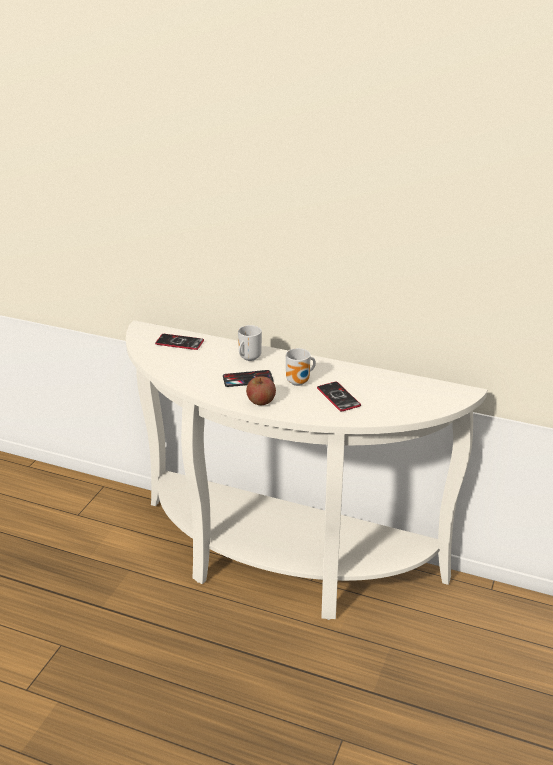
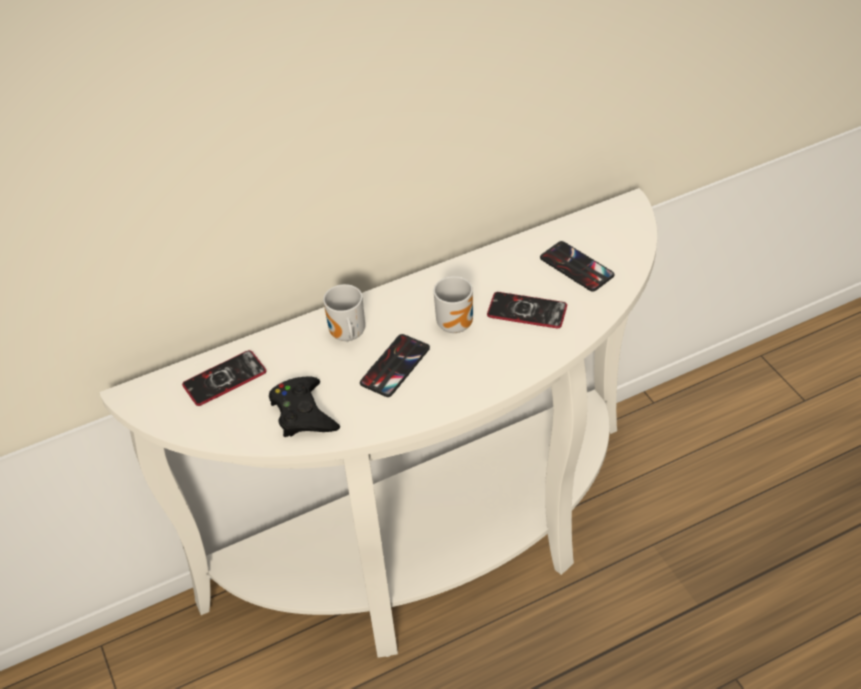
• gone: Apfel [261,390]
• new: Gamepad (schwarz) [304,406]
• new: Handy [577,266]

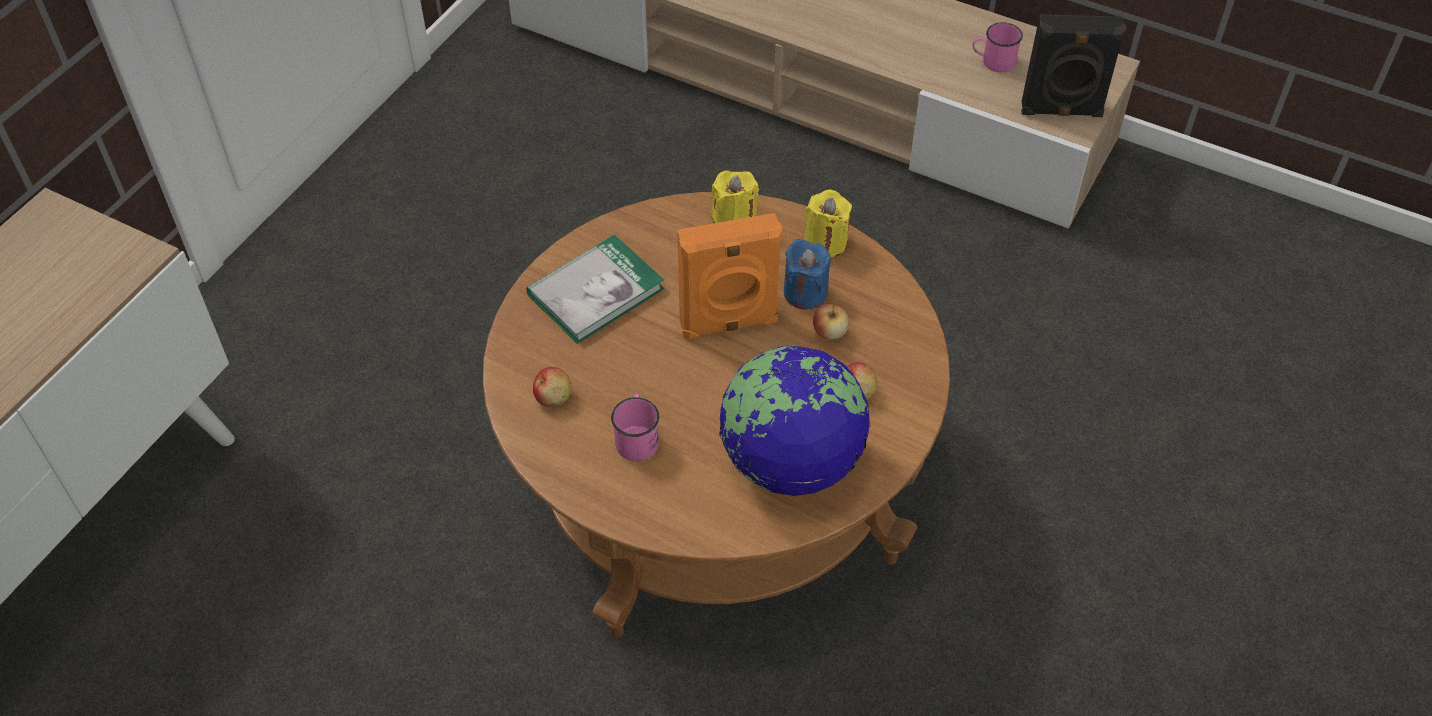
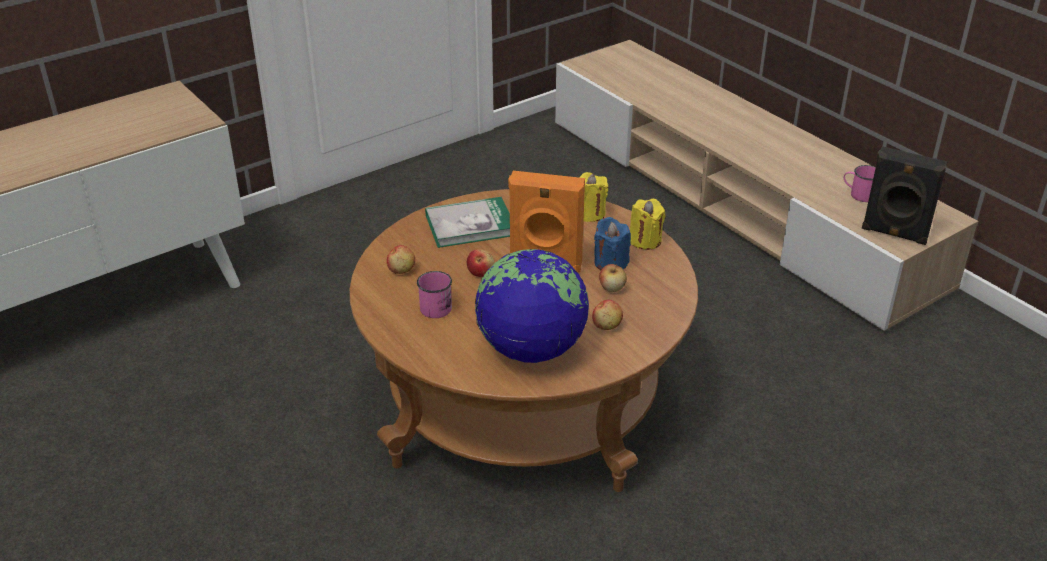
• new: Apfel [481,263]

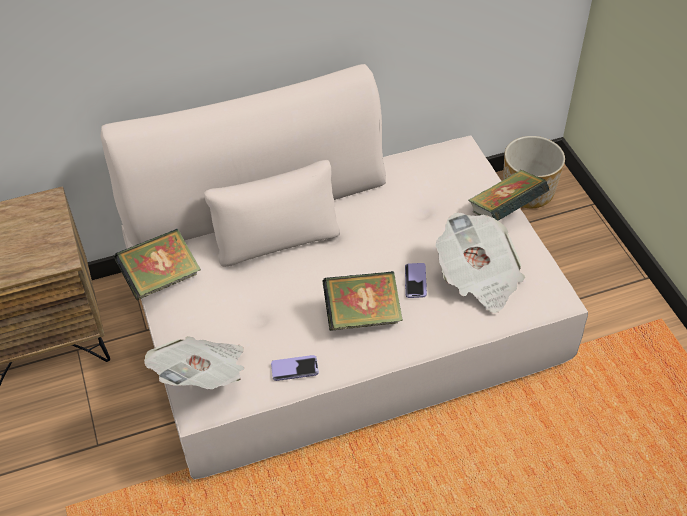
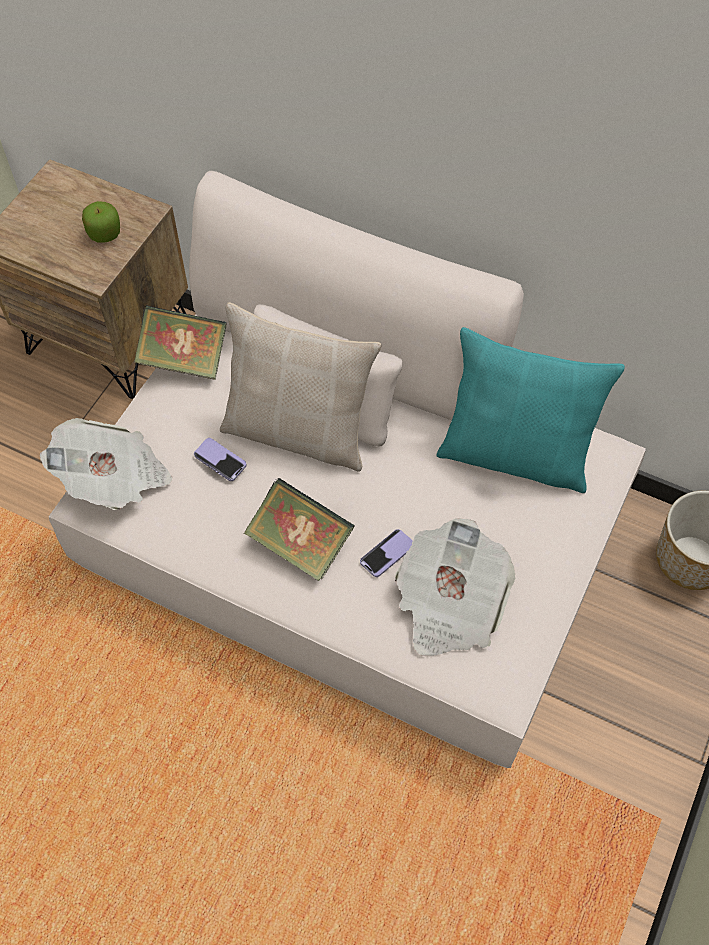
• gone: Buch [508,195]
• new: Apfel [101,222]
• new: Kissen (beige) [300,387]
• new: Kissen (türkis) [530,410]
• shifted: Handy [295,368] to [220,459]

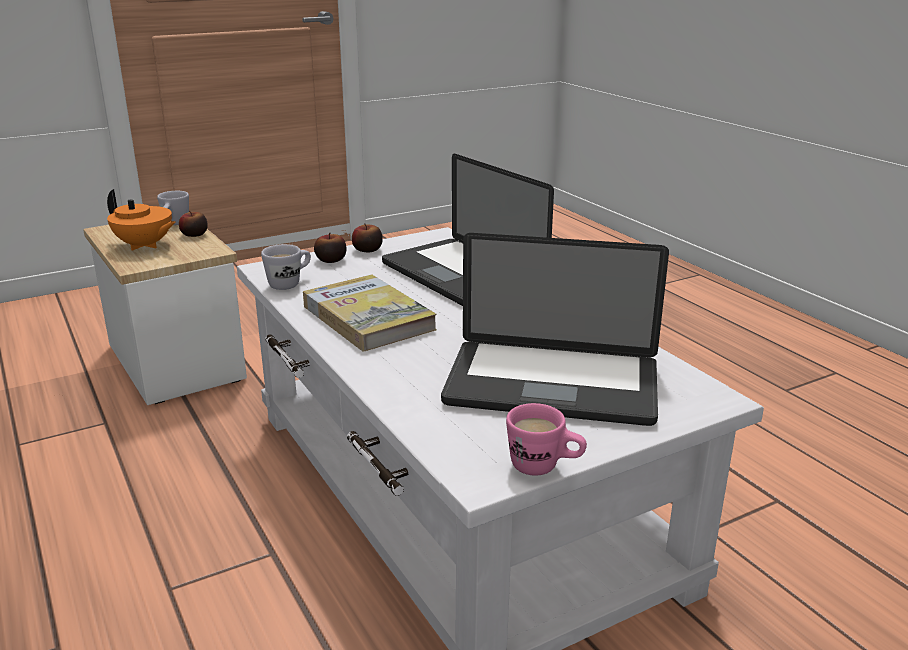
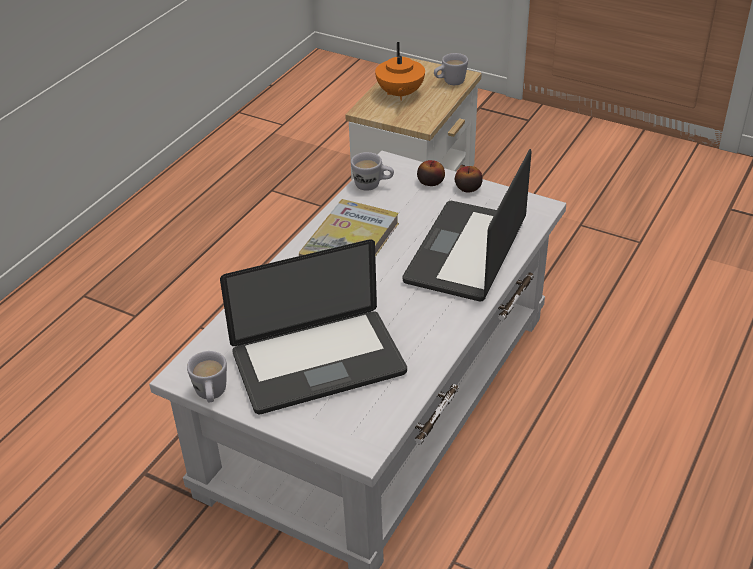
• gone: Apfel [193,224]
• repainted: Henkelbecher (rosa) [546,439] to Henkelbecher (weiß) [207,376]
• rotated: Laptop [555,329] = [313,326] 90 degrees counterclockwise

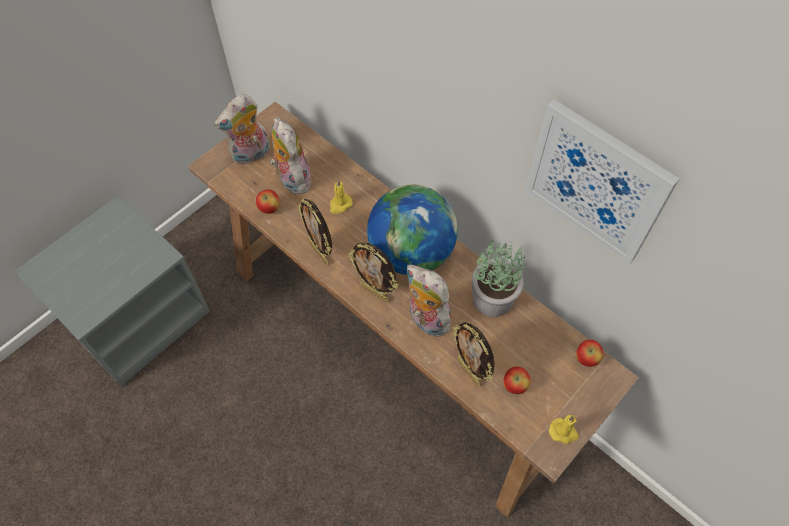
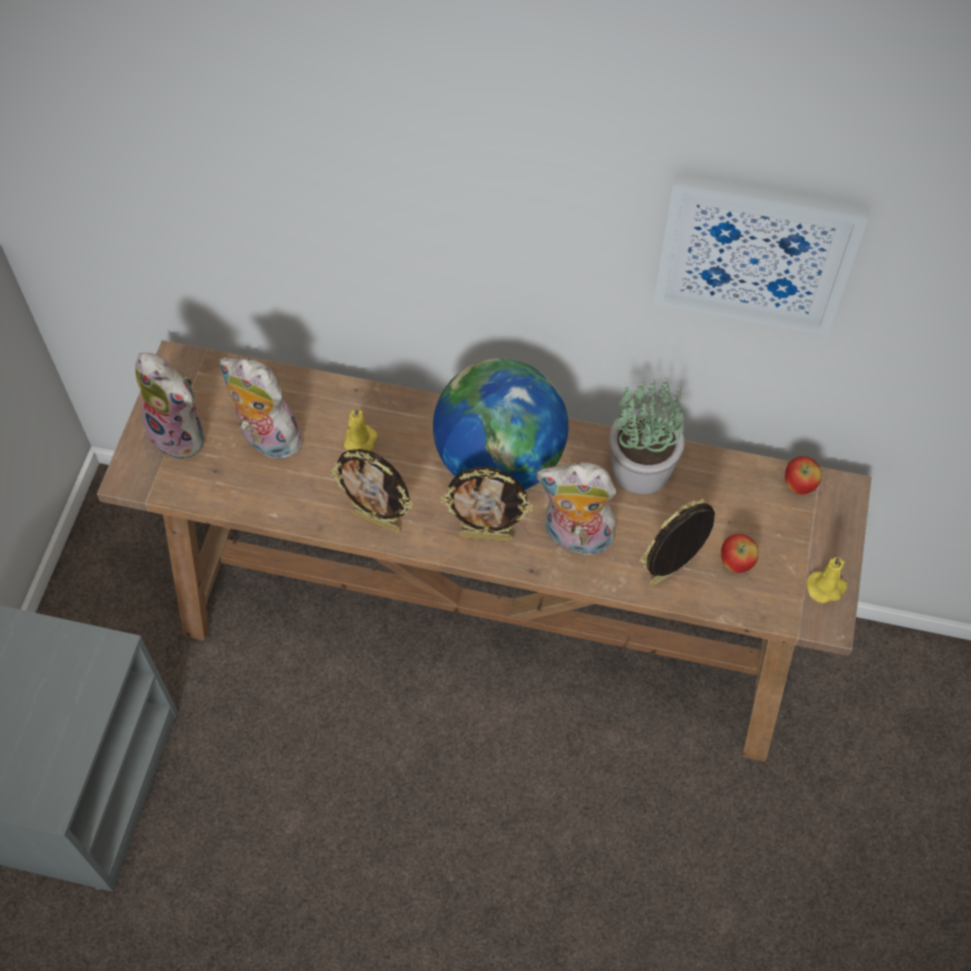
• gone: Apfel [267,201]
• rotated: Plüschtier [242,130] = [169,407] 75 degrees counterclockwise
• rotated: Bilderrahmen [473,354] = [678,542] 120 degrees clockwise

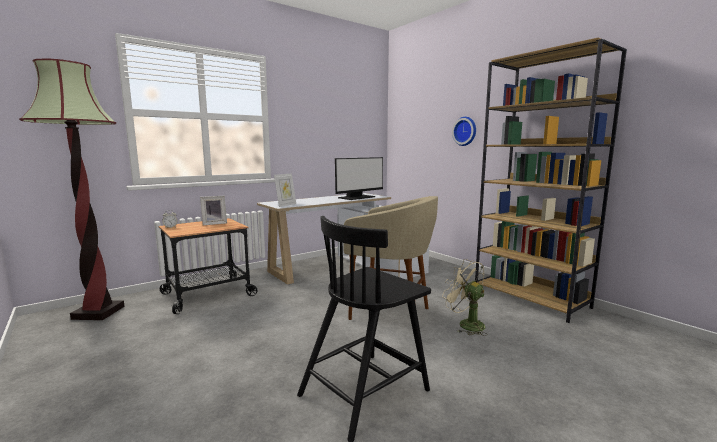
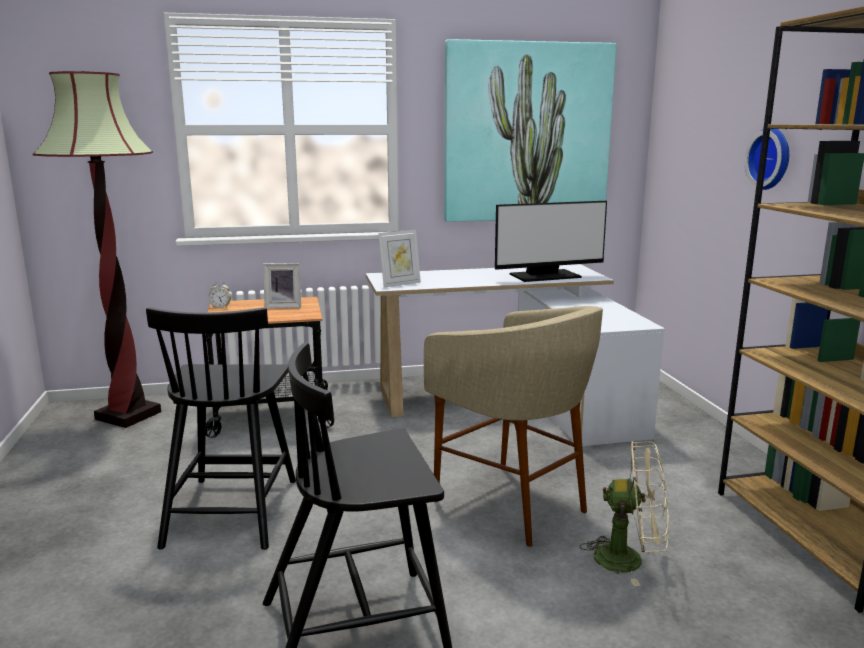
• new: Stuhl (schwarz) [221,428]
• new: Bild [530,130]
• rotated: Ventilator (beige) [465,297] = [624,513] 120 degrees clockwise

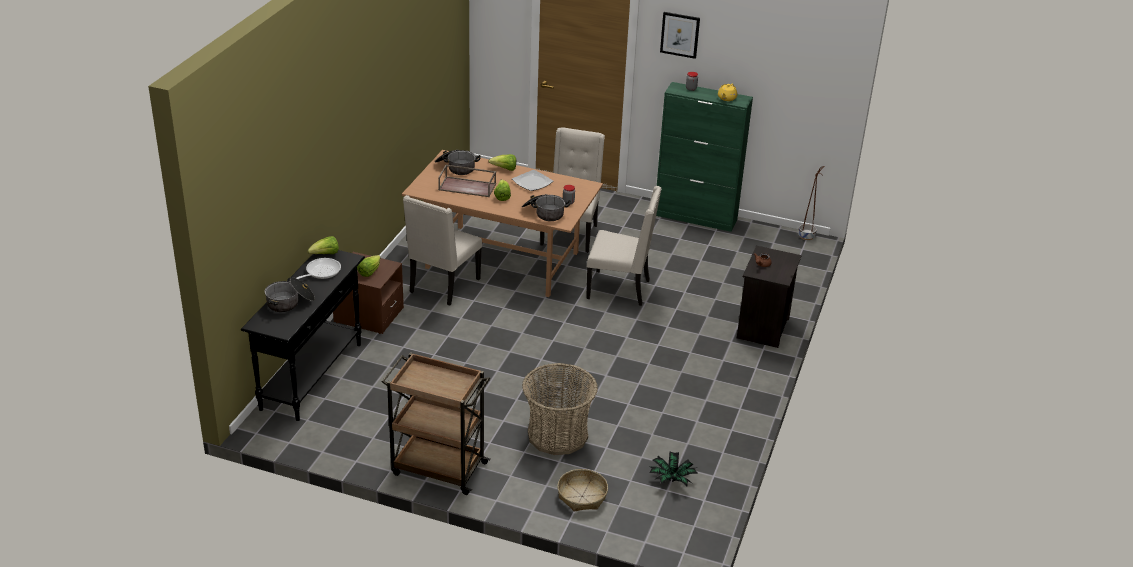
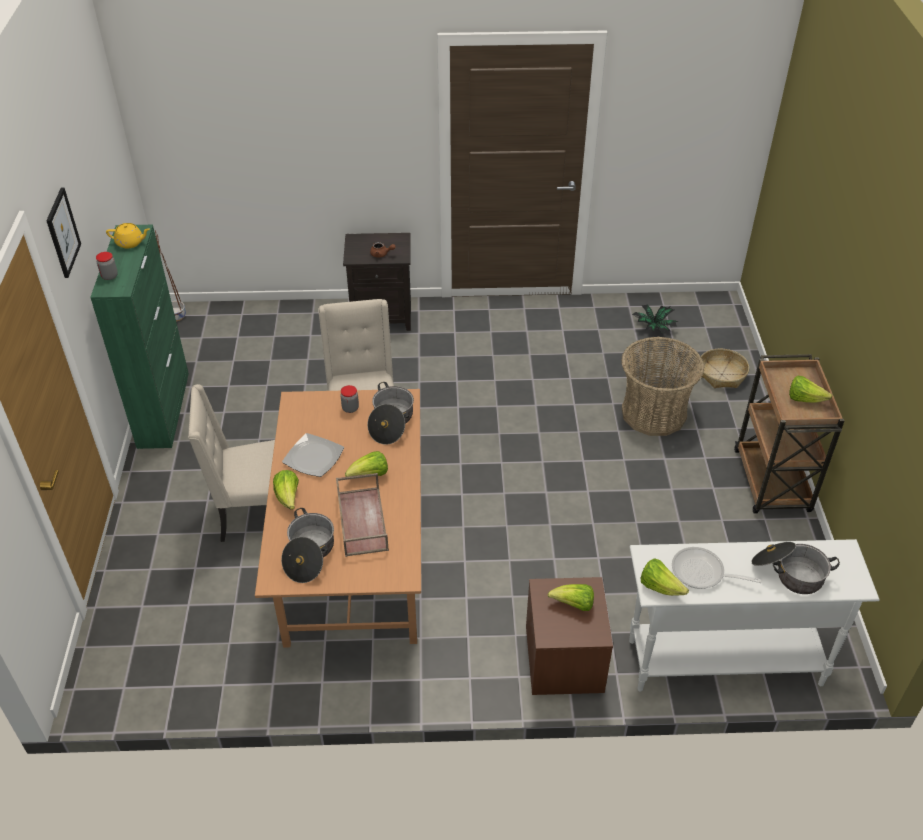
• gone: Stuhl (beige) [442,250]
• new: Salatkopf [811,389]
• repainted: Konsolentisch (schwarz) [303,335] to Konsolentisch (weiß) [754,615]

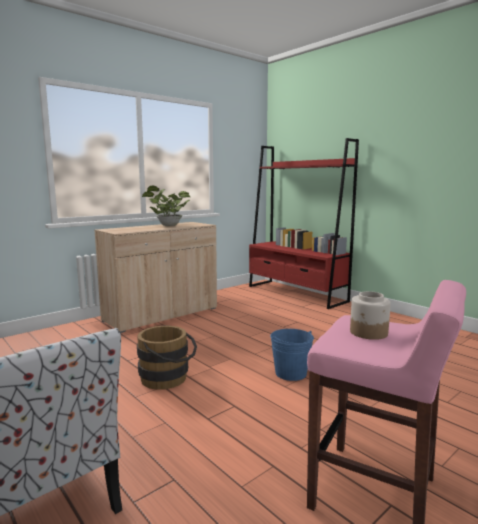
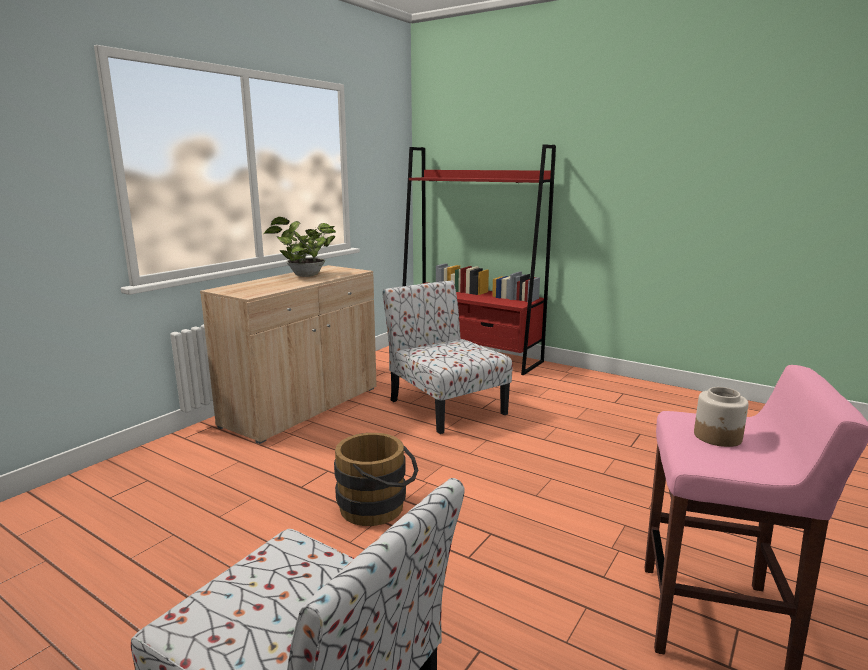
• gone: Eimer (blau) [292,355]
• new: Stuhl [447,357]

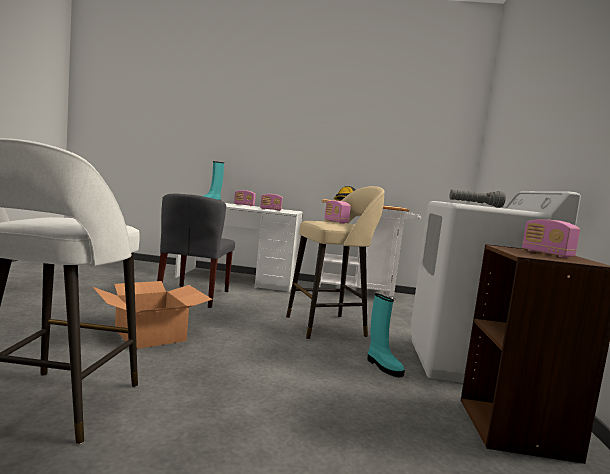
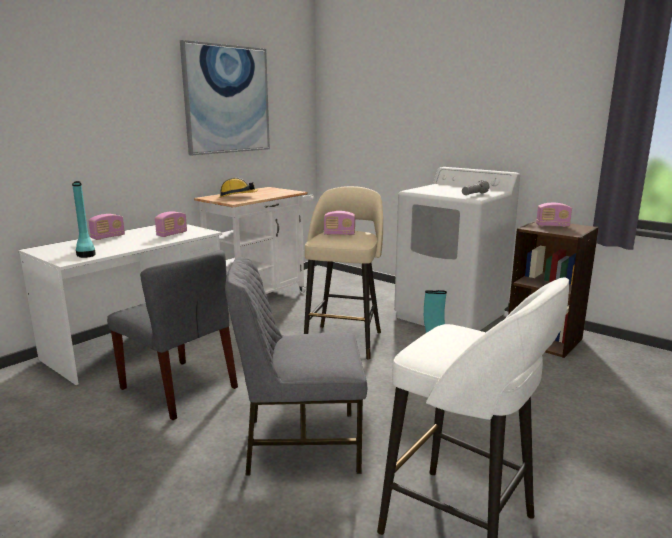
• new: Bild [225,97]
• swapped: Karton [153,315] to Stuhl (grau) [296,366]

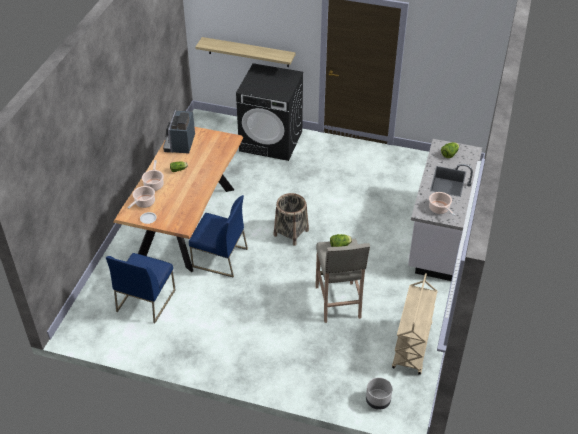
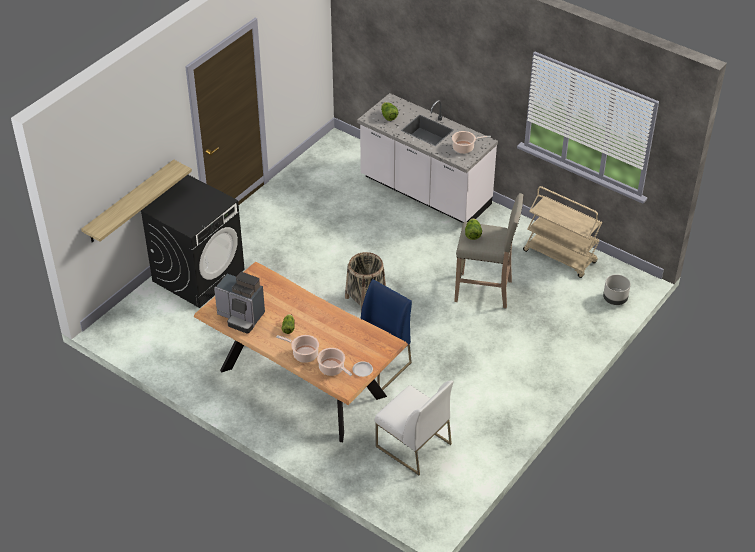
• repainted: Stuhl (blau) [141,288] to Stuhl (weiß) [414,427]

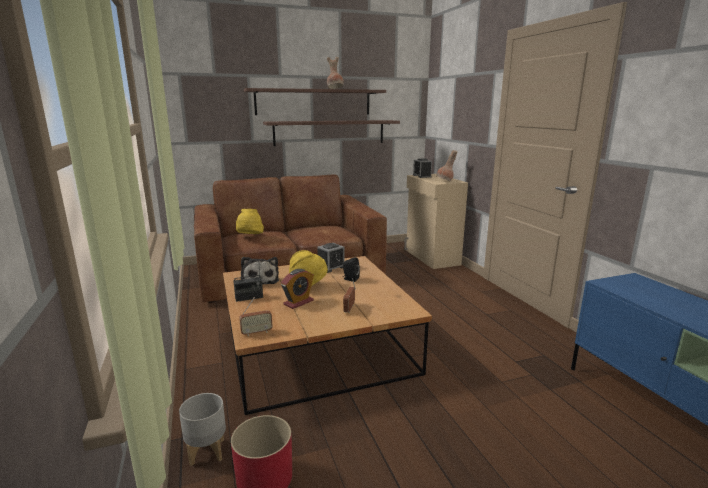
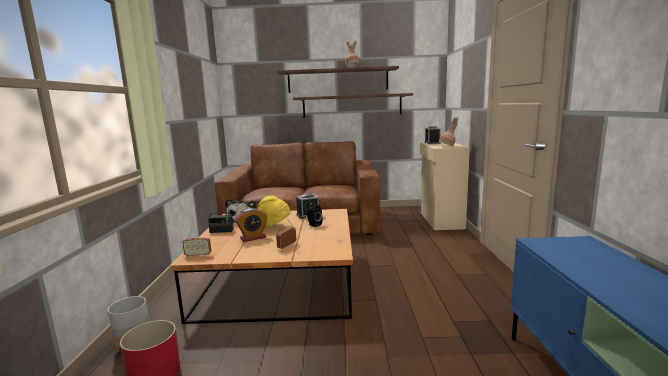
• gone: Hut (gelb) [250,221]

